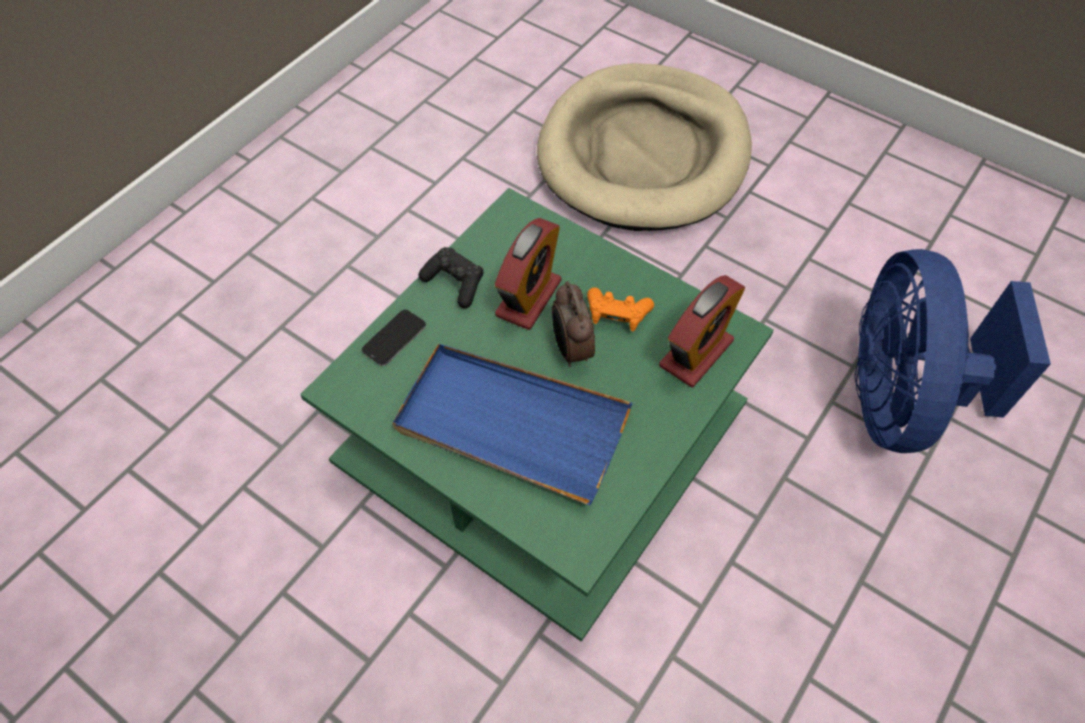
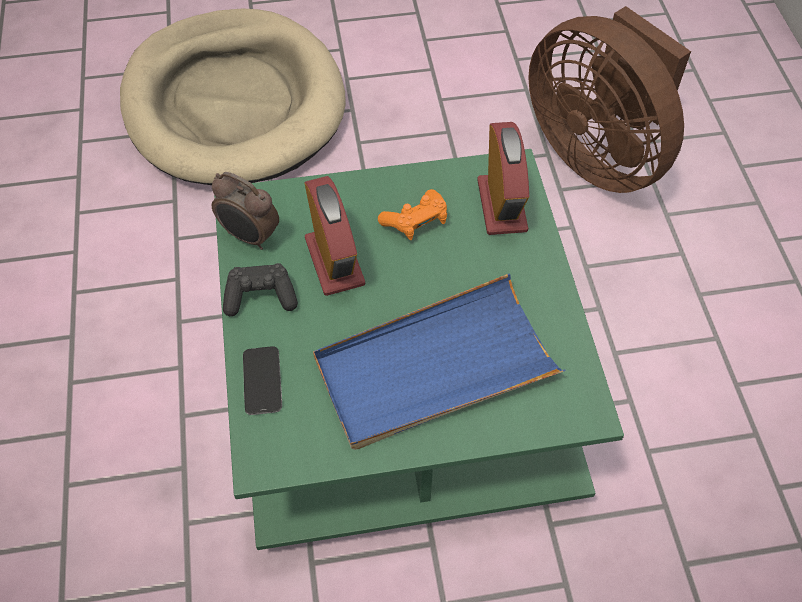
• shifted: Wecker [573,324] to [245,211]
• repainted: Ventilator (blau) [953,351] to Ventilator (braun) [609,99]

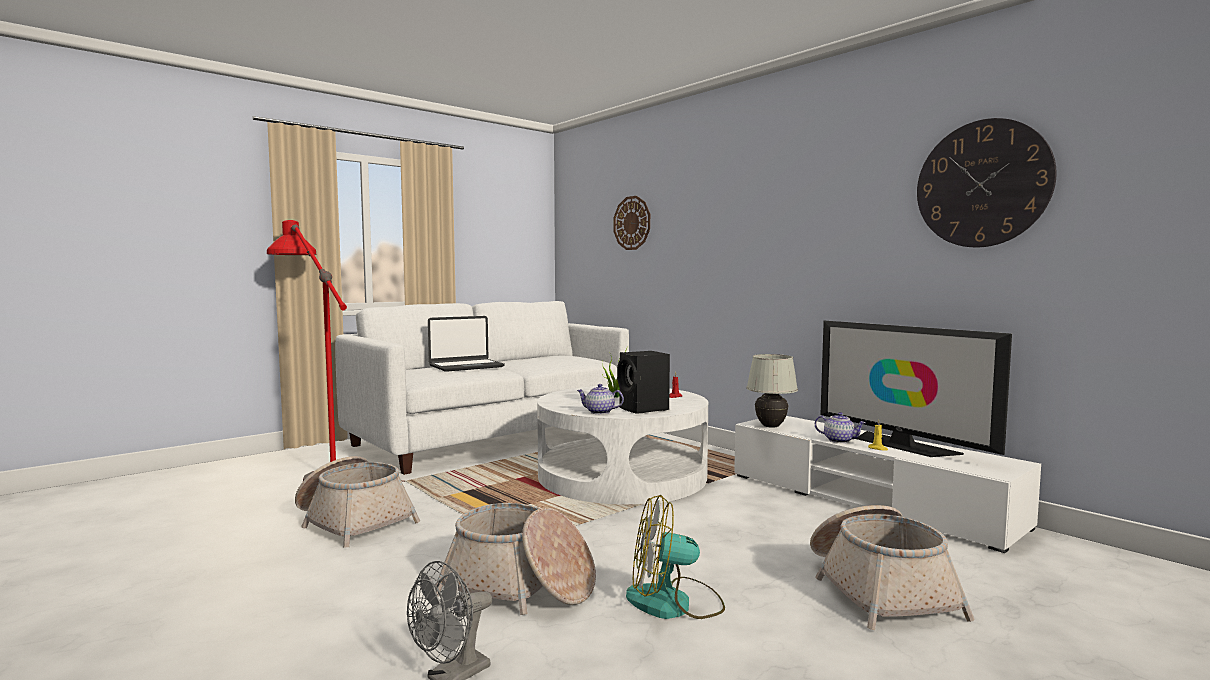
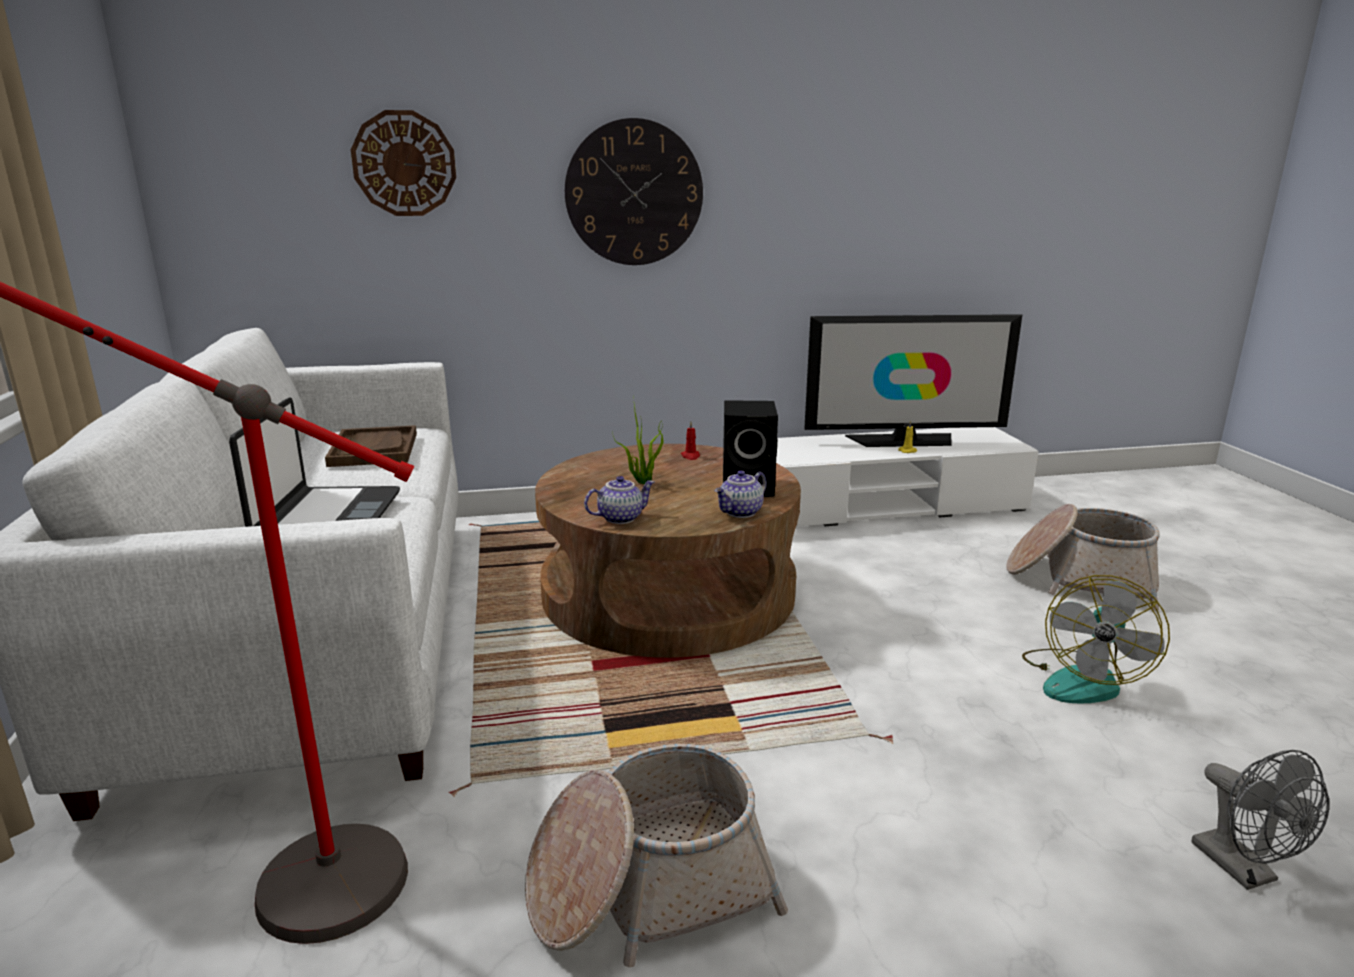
• gone: Korb [515,559]
• gone: Tischlampe (weiß) [772,391]
• new: Tablett (braun) [371,446]
• shifted: Teekanne [840,427] to [619,500]
• shifted: Wanduhr [987,183] to [634,191]
• repainted: Couchtisch (weiß) [622,445] to Couchtisch (braun) [668,551]

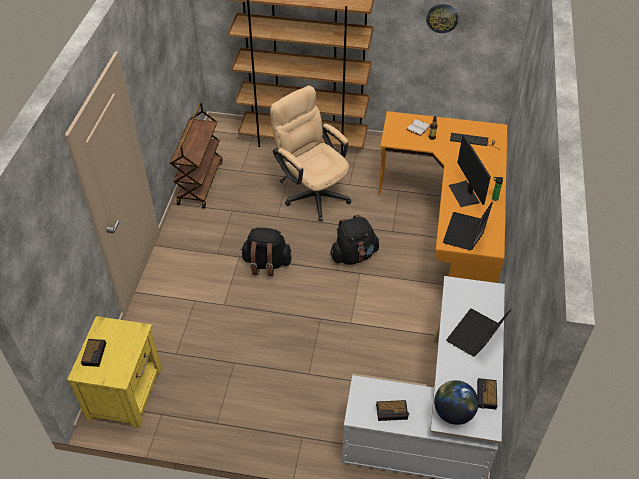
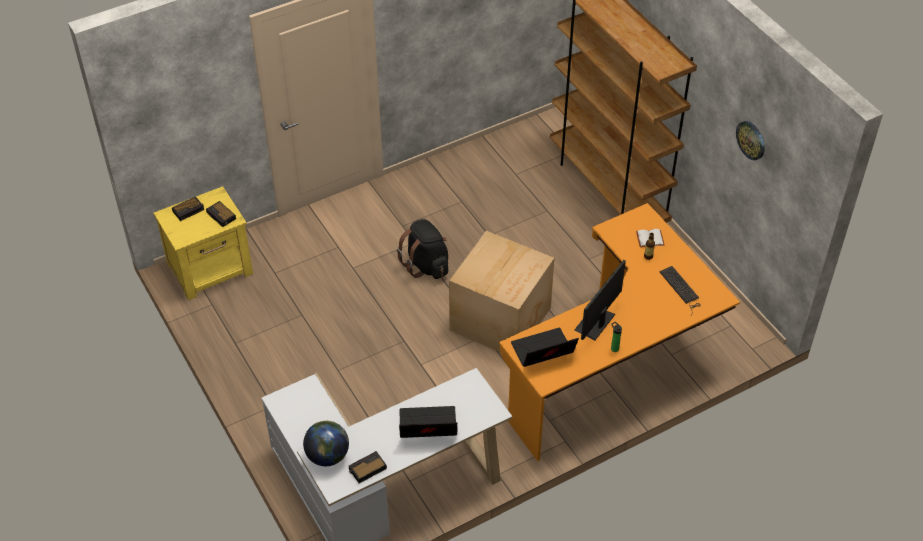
• gone: Rollwagen (braun) [196,156]
• gone: Bürostuhl (beige) [310,153]
• shifted: Wecker [392,410] to [221,214]
• swapped: Rucksack (schwarz) [354,240] to Karton [501,291]

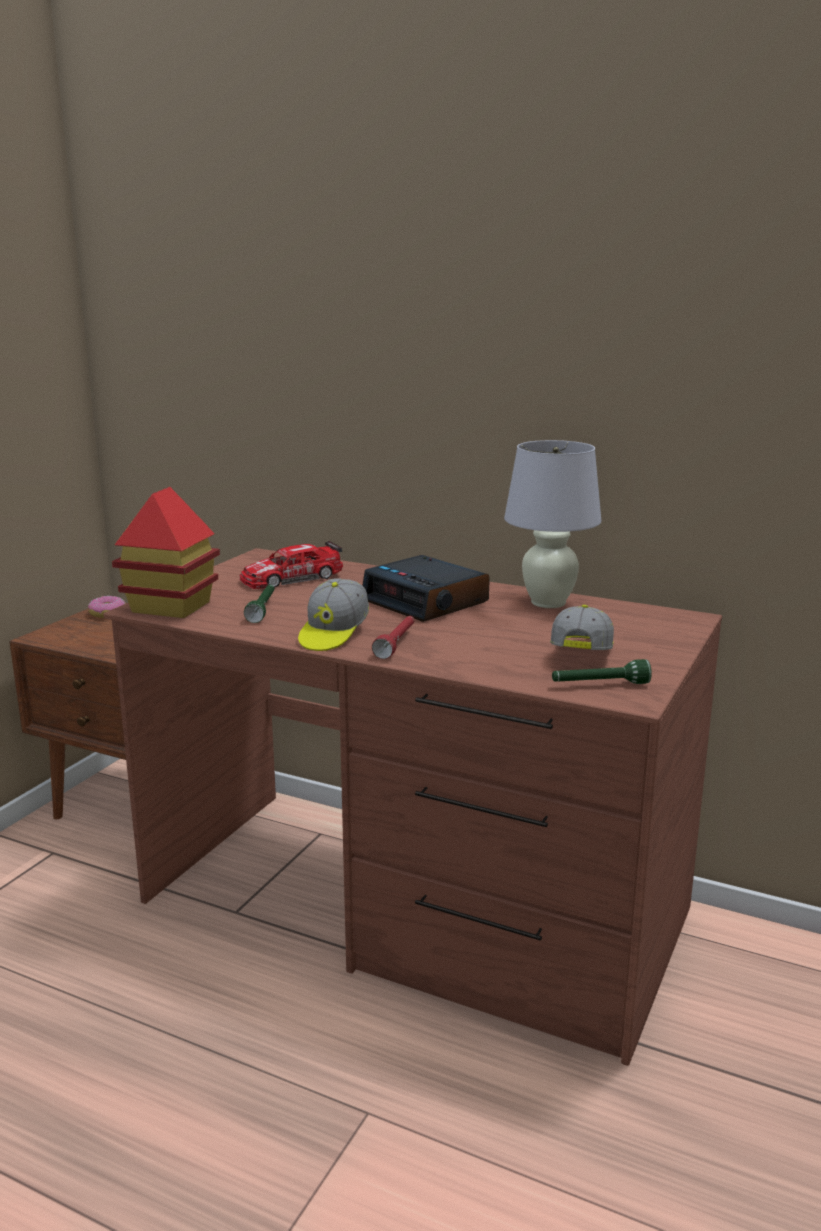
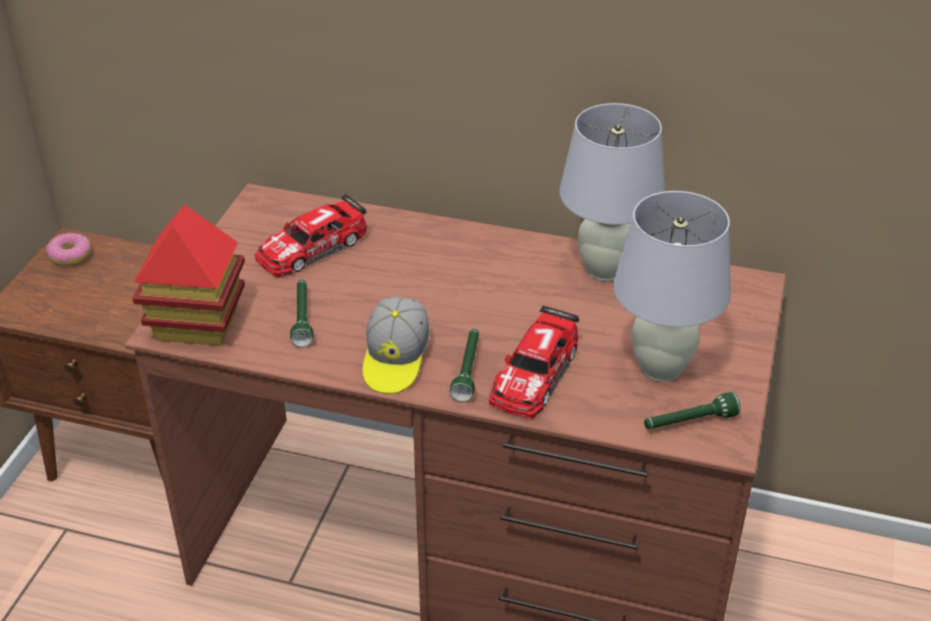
• gone: Wecker [426,588]
• new: Spielzeugauto [534,362]
• swapped: Kappe [582,627] to Tischlampe (weiß) [672,286]
• repainted: Taschenlampe (rot) [393,637] to Taschenlampe (grün) [464,365]

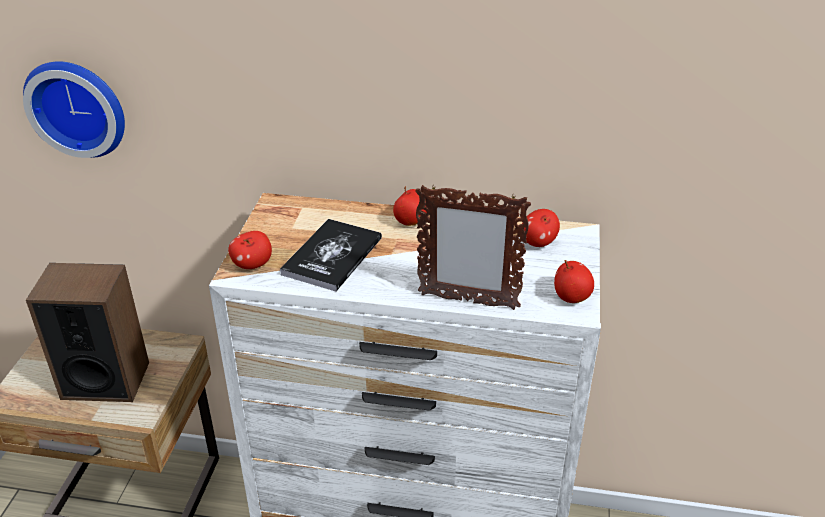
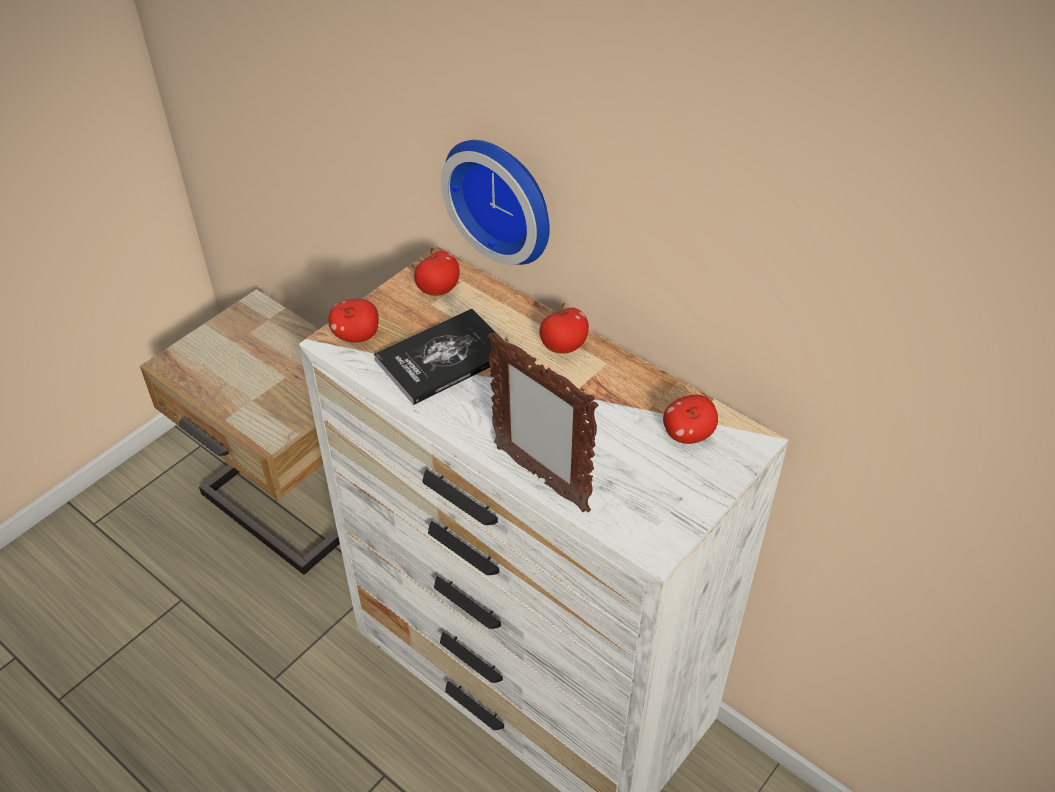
• gone: Lautsprecher [87,332]
• shifted: Wanduhr [74,109] to [495,202]
• shifted: Apfel [574,281] to [437,272]

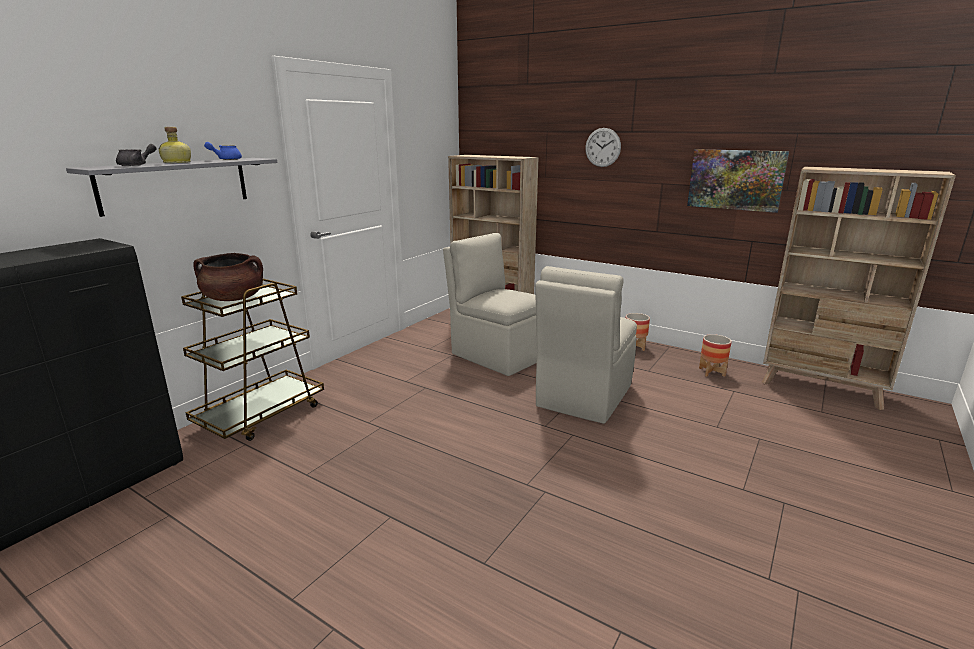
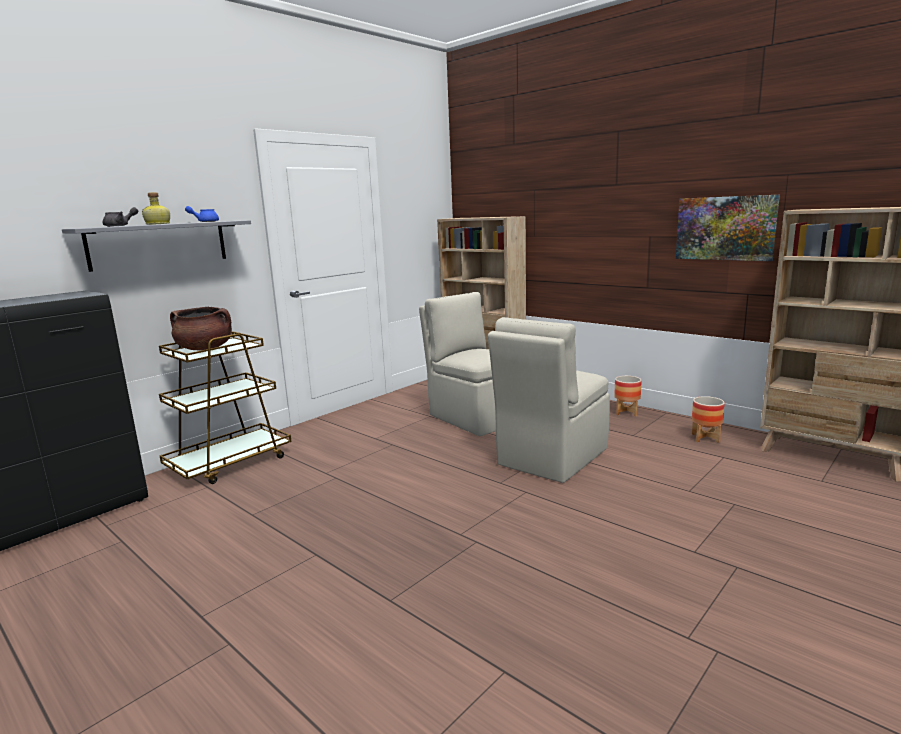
• gone: Wanduhr [603,147]

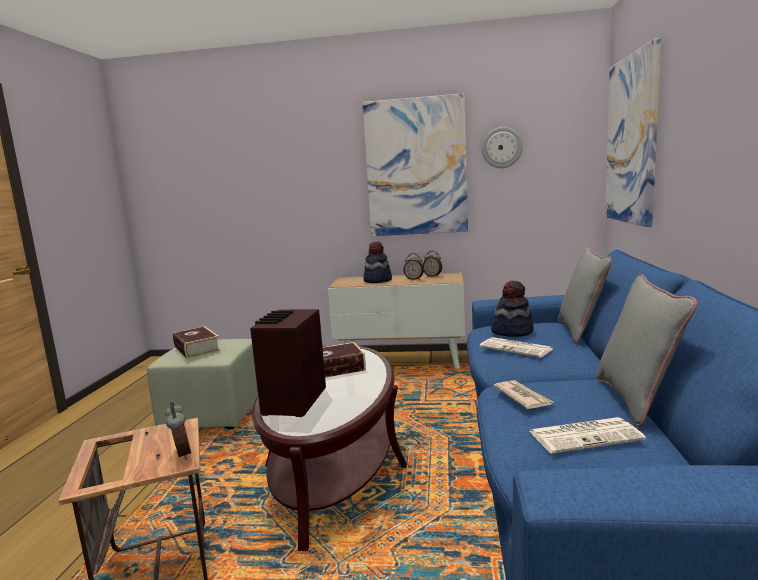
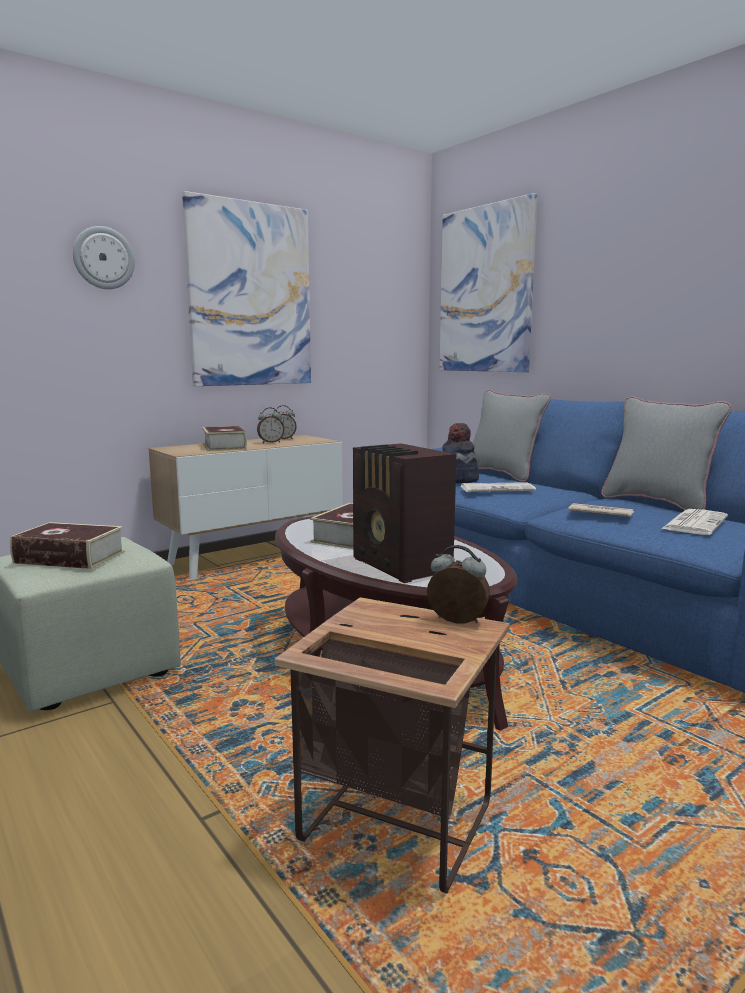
• shifted: Wanduhr [502,147] to [104,257]
• swapped: Hut [377,262] to Buch [224,438]

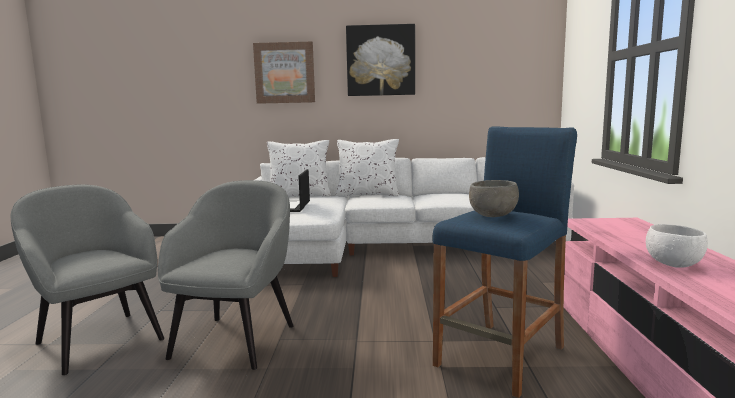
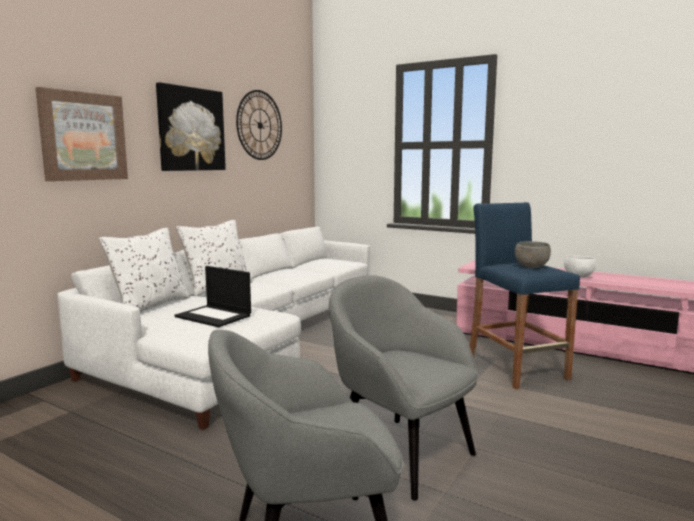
• new: Wanduhr [259,125]

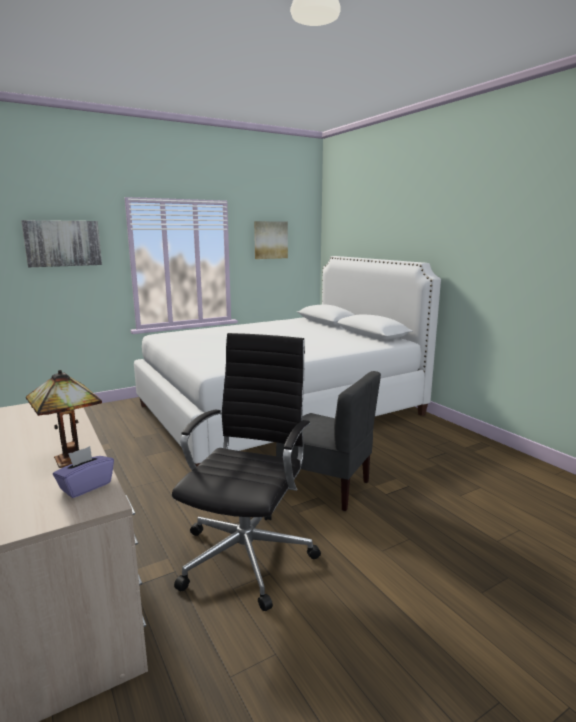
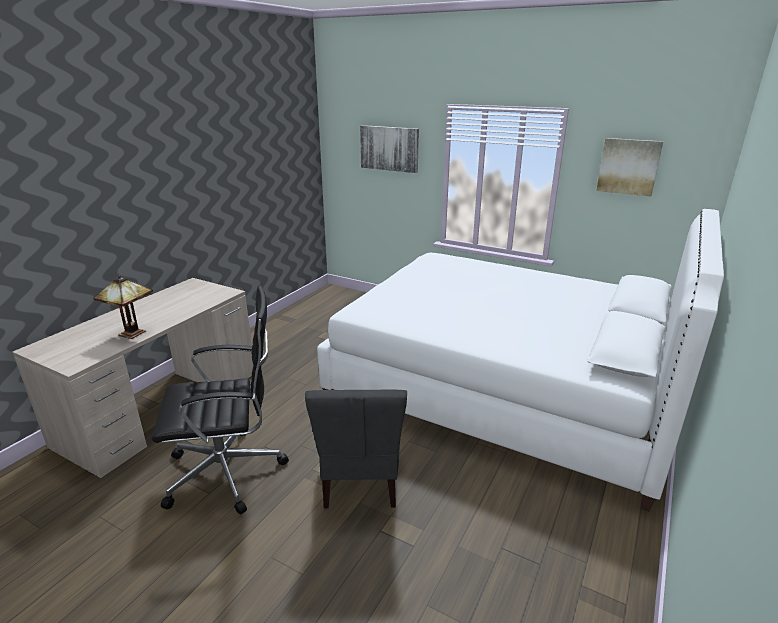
• gone: Taschentuchbox (lila) [83,472]

